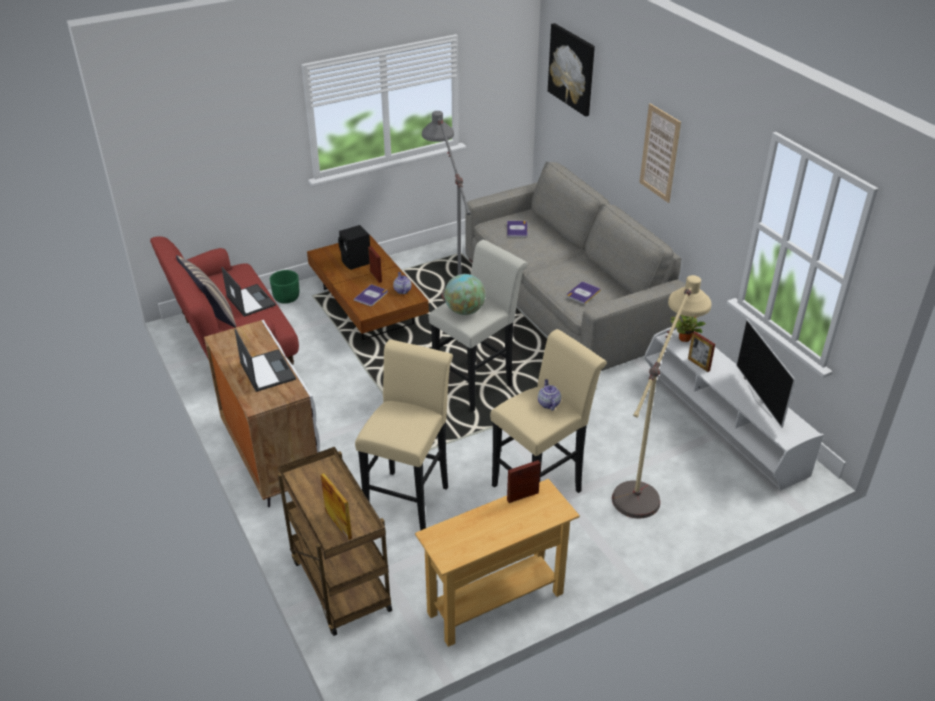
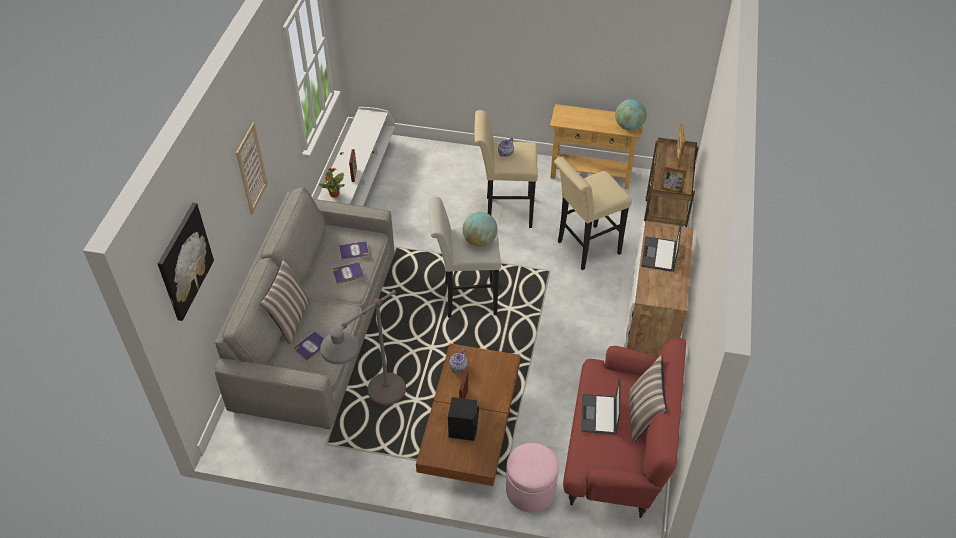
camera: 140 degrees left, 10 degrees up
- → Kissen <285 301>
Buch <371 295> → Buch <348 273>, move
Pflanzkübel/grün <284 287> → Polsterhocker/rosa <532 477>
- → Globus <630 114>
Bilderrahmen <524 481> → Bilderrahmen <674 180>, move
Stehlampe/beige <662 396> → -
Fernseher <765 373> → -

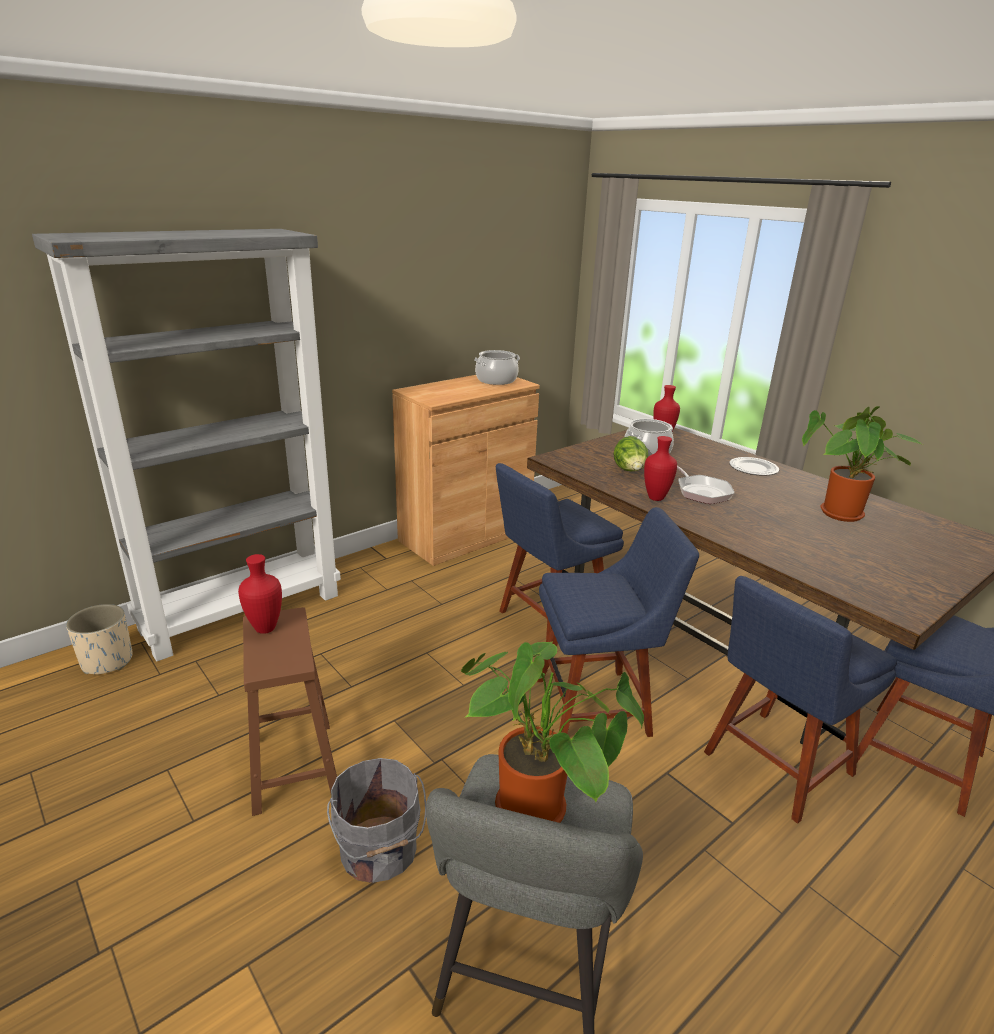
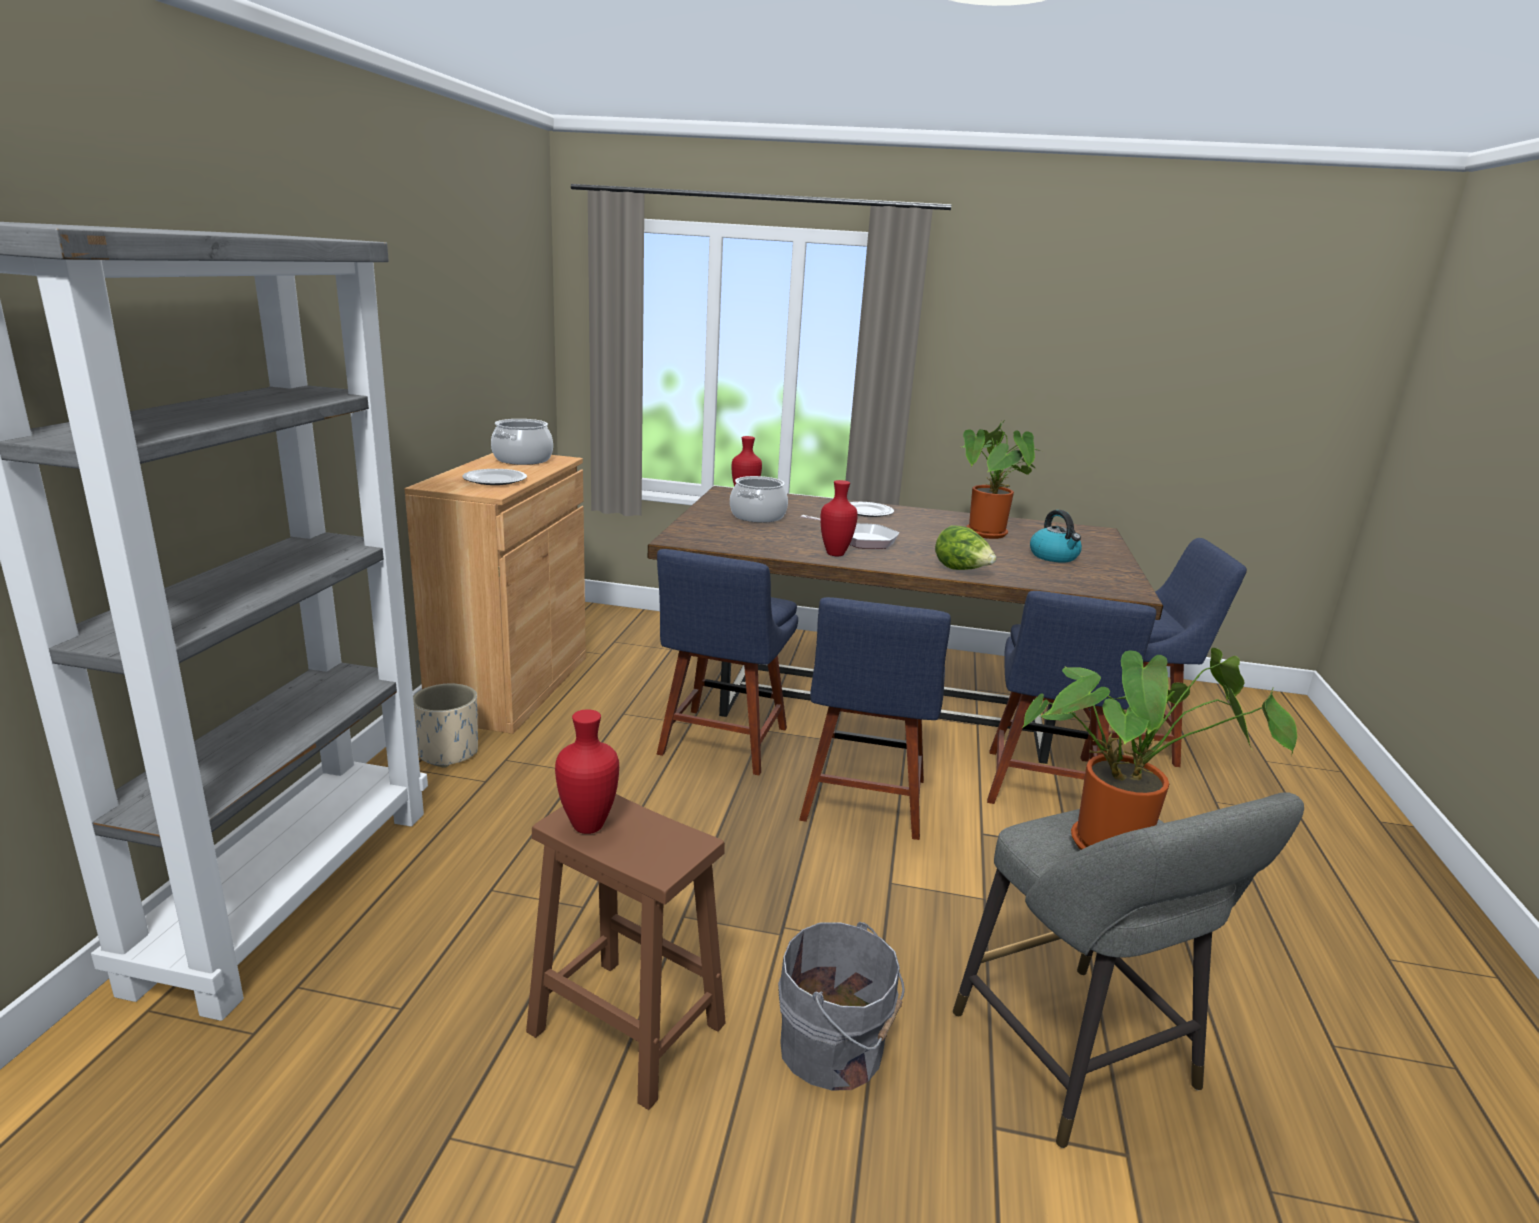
camera: 40 degrees left, 5 degrees down
Pflanzkübel/beige <99 639> → Pflanzkübel/beige <445 726>, move
- → Teller <494 477>
Stuhl/blau <618 622> → Stuhl/blau <875 718>, 150 degrees clockwise
Salatkopf <630 454> → Salatkopf <965 547>, move
- → Wasserkessel <1056 536>

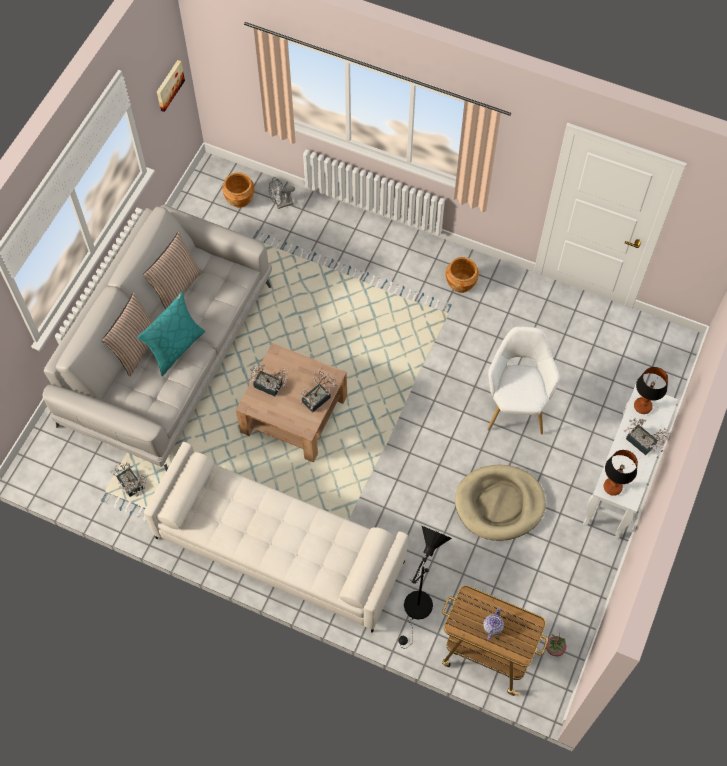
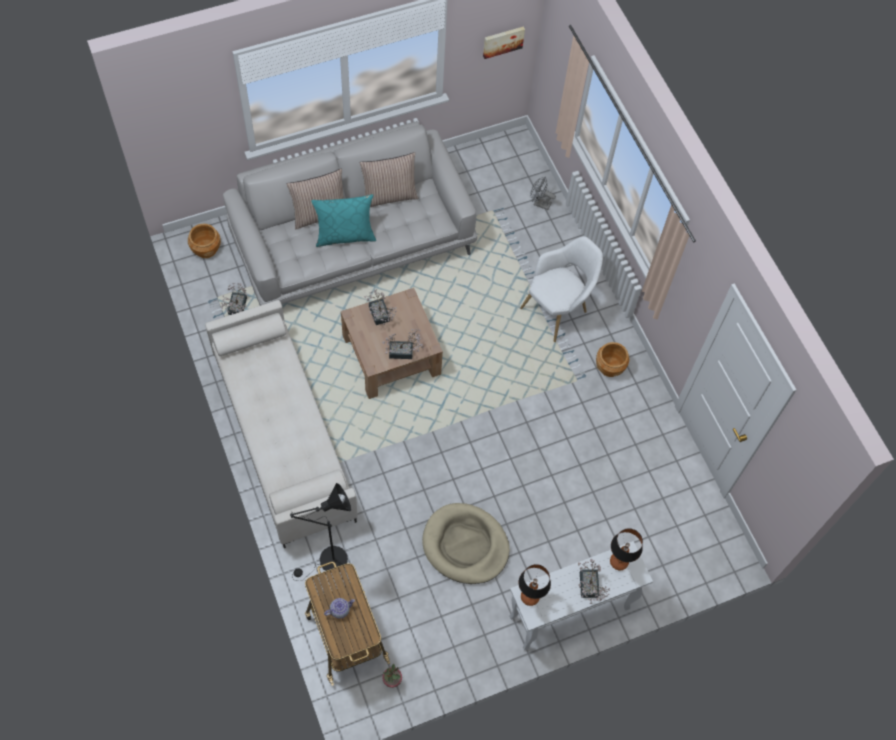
camera: 40 degrees right, 0 degrees up
Pflanzkübel/braun <238 190> → Pflanzkübel/braun <204 241>, move
Sessel/weiß <523 380> → Sessel/weiß <561 289>, move

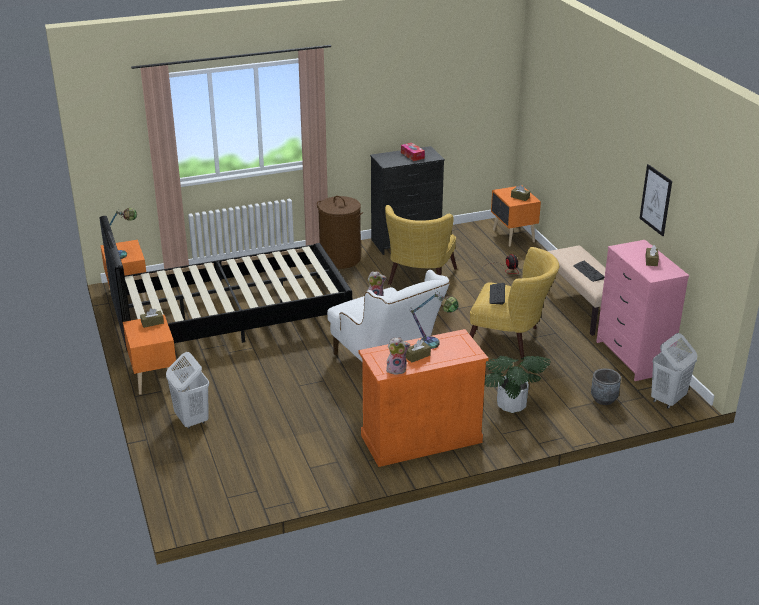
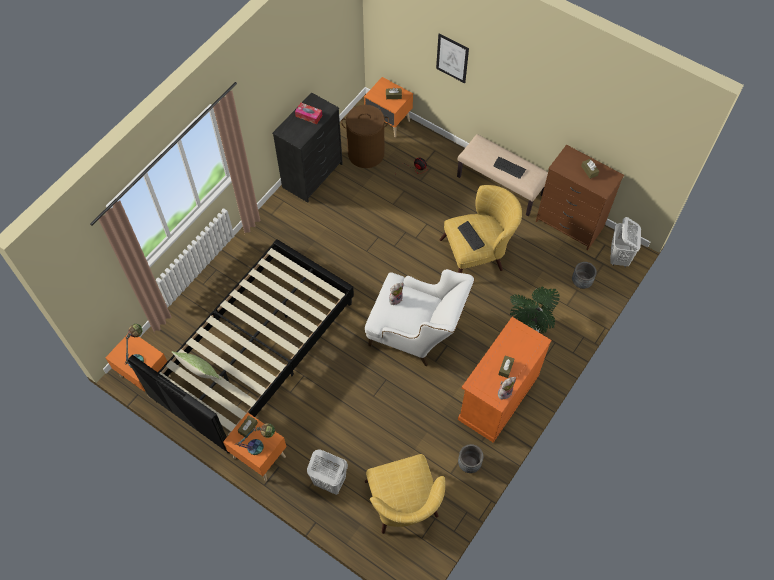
camera: 35 degrees left, 30 degrees up
- → Kissen <197 365>
Tischlampe <434 320> → Tischlampe <255 439>, move
Wäschekorb/braun <340 232> → Wäschekorb/braun <365 136>, move
Sessel/gelb <421 245> → Sessel/gelb <405 494>, move
Bild <656 200> → Bild <452 58>, move
- → Pflanzkübel/grau <470 458>
Kommode/rosa <642 310> → Kommode/braun <580 198>

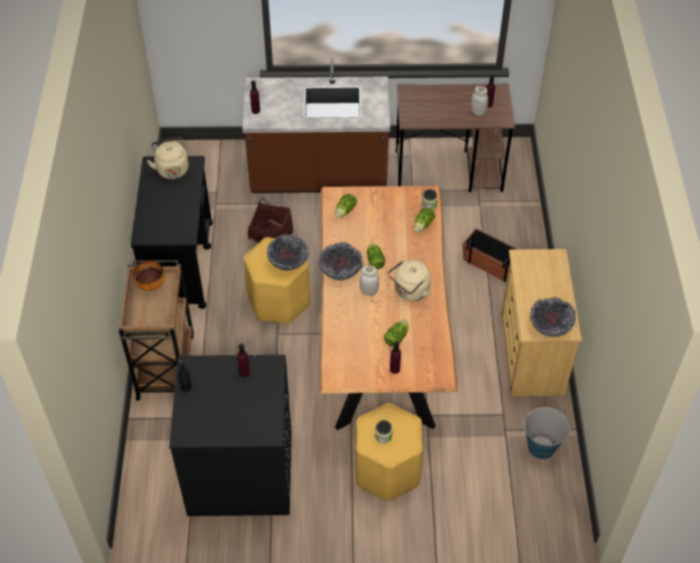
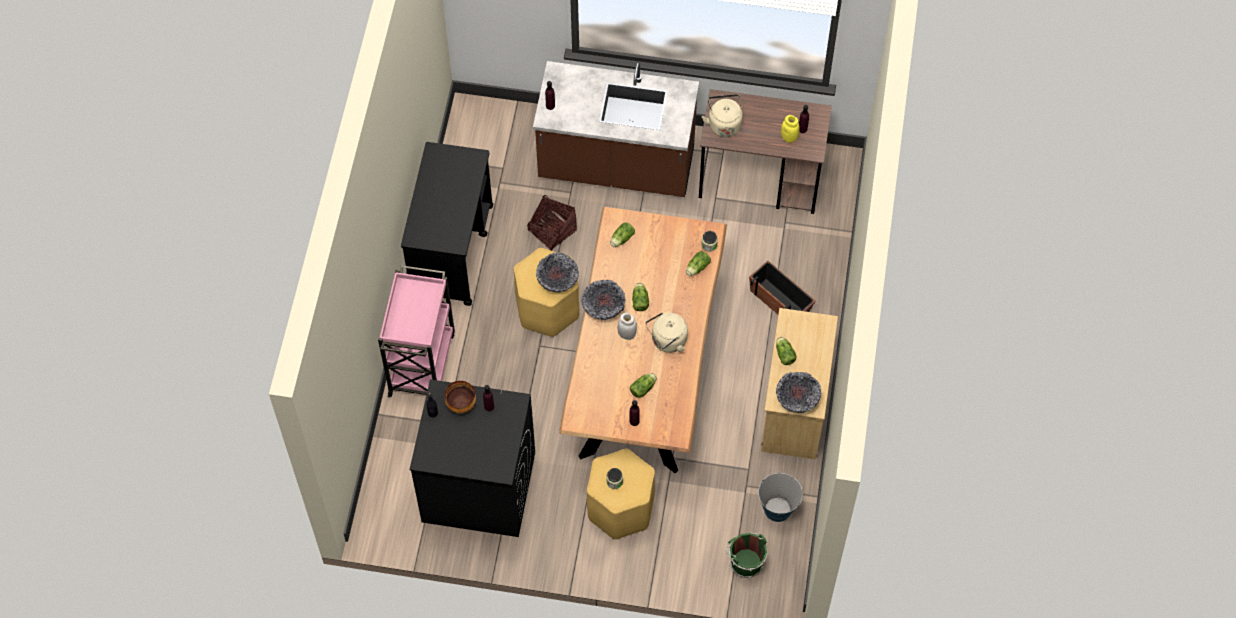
camera: 10 degrees right, 10 degrees up
Rollwagen/braun <156 330> → Rollwagen/rosa <416 331>
Schüssel <149 275> → Schüssel <460 397>, move
Wasserkessel/beige <168 158> → Wasserkessel/beige <722 115>, move
- → Eimer/grün <746 556>
- → Salatkopf <786 351>
Vorratsglas/weiß <479 101> → Vorratsglas/gelb <790 129>

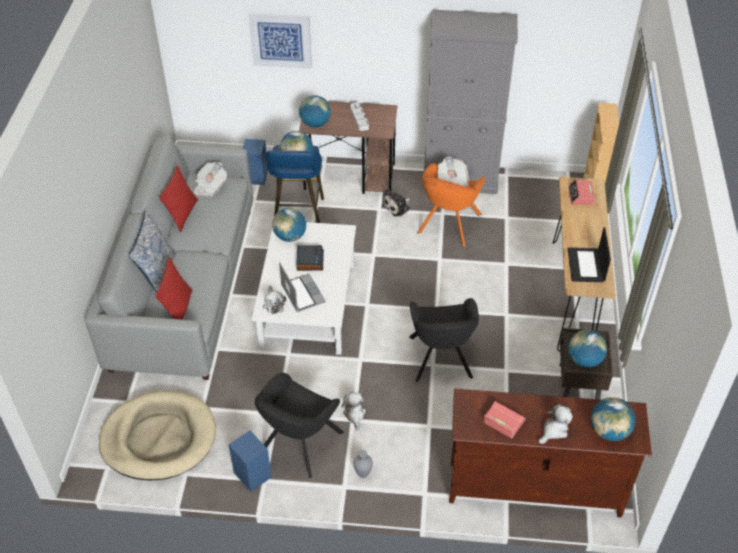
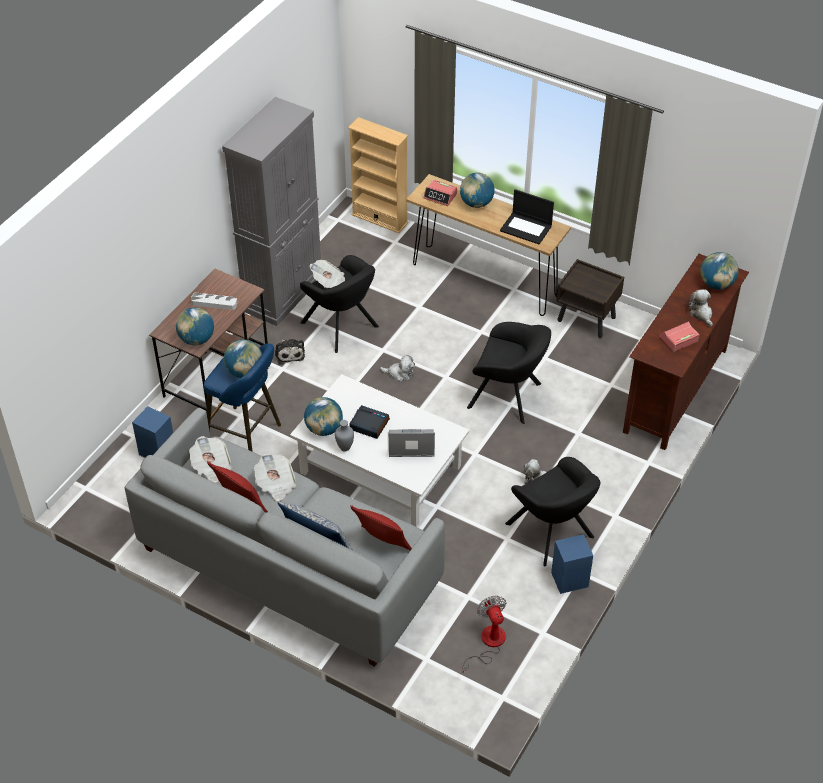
camera: 65 degrees left, 0 degrees up
- → Zeitung <275 477>
Sessel/orange <451 205> → Sessel/schwarz <339 304>
Vase/grau <363 464> → Vase/grau <344 435>, move
Plüschtier <274 300> → Plüschtier <397 368>, move
Globus <587 349> → Globus <477 190>, move
Hundebett/beige <157 435> → Ventilator <484 634>
Bild <280 41> → -

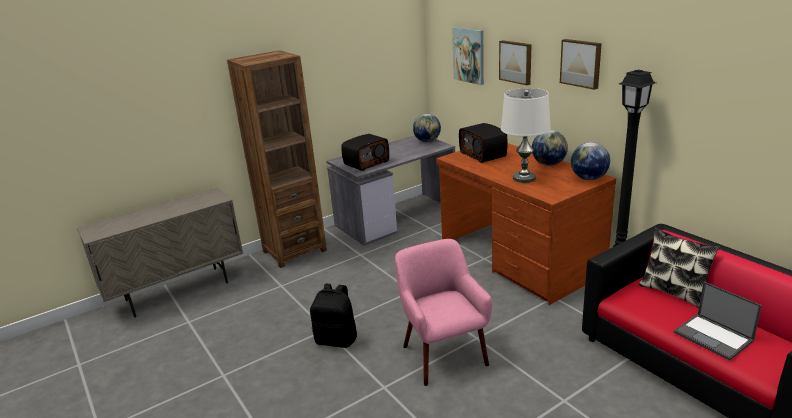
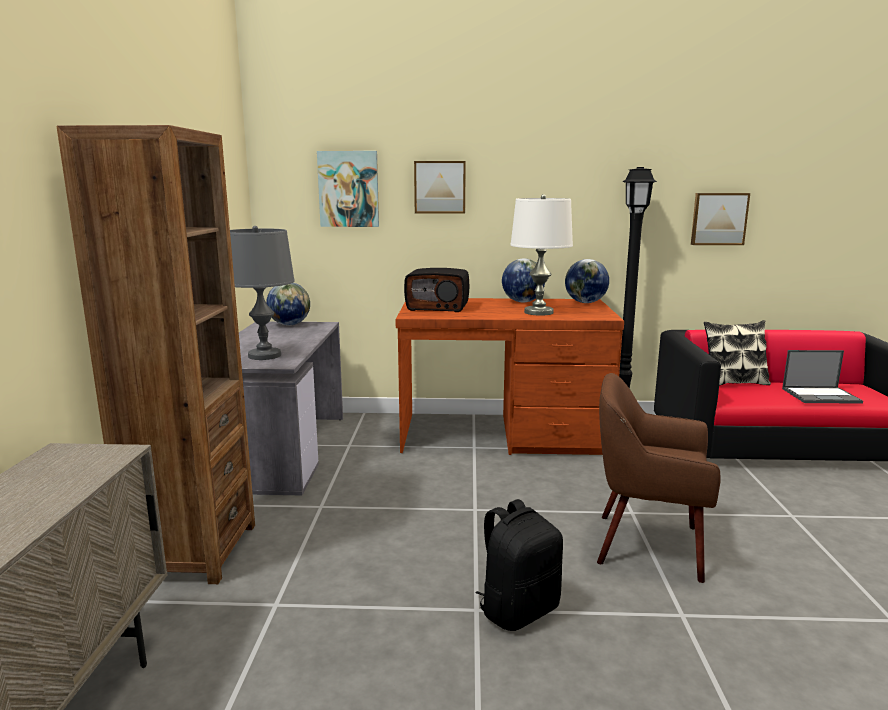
camera: 55 degrees left, 10 degrees down
Radio <365 152> → Tischlampe/grau <262 293>
Sessel/rosa <443 312> → Sessel/braun <659 478>
Bild <581 64> → Bild <720 219>, move

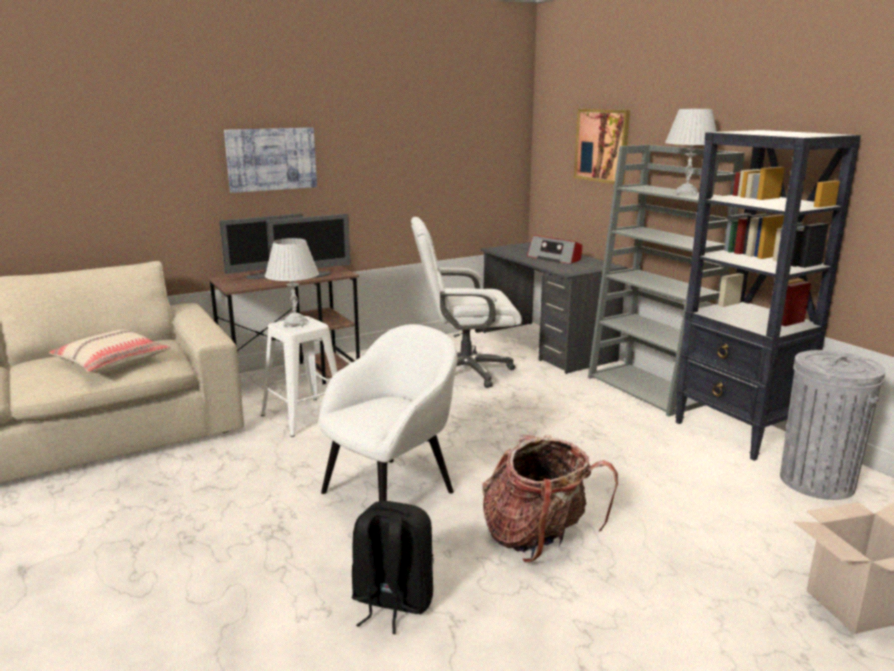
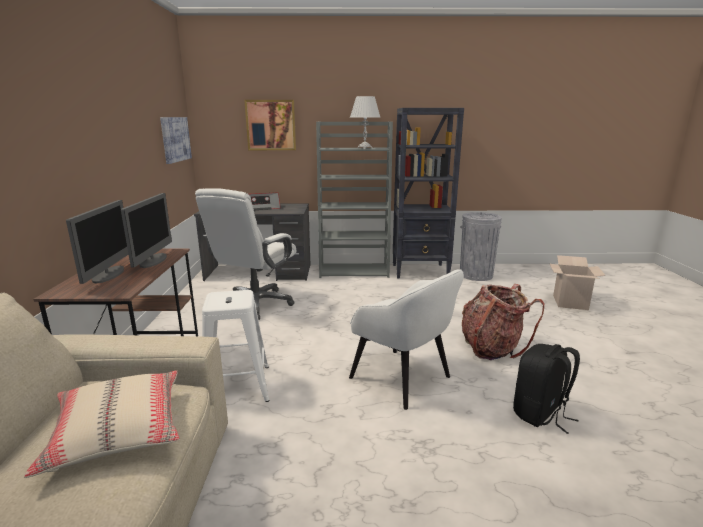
camera: 60 degrees left, 0 degrees up
Bild <270 160> → Bild <176 140>, move
Sessel/weiß <387 412> → Sessel/weiß <406 339>, 150 degrees clockwise
Tischlampe/weiß <292 282> → -

